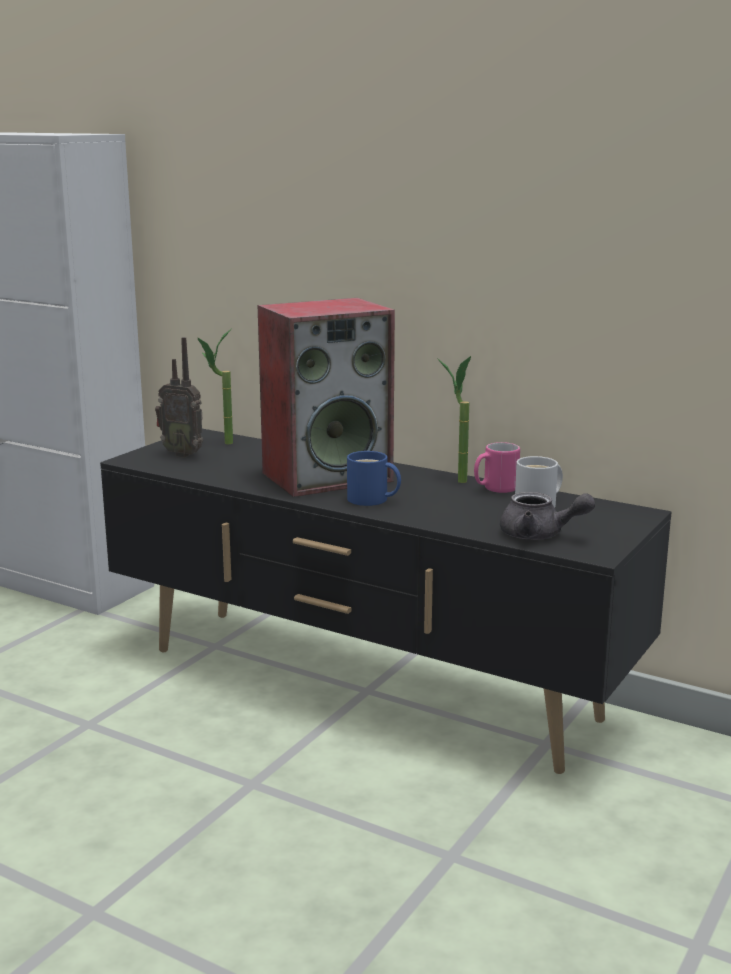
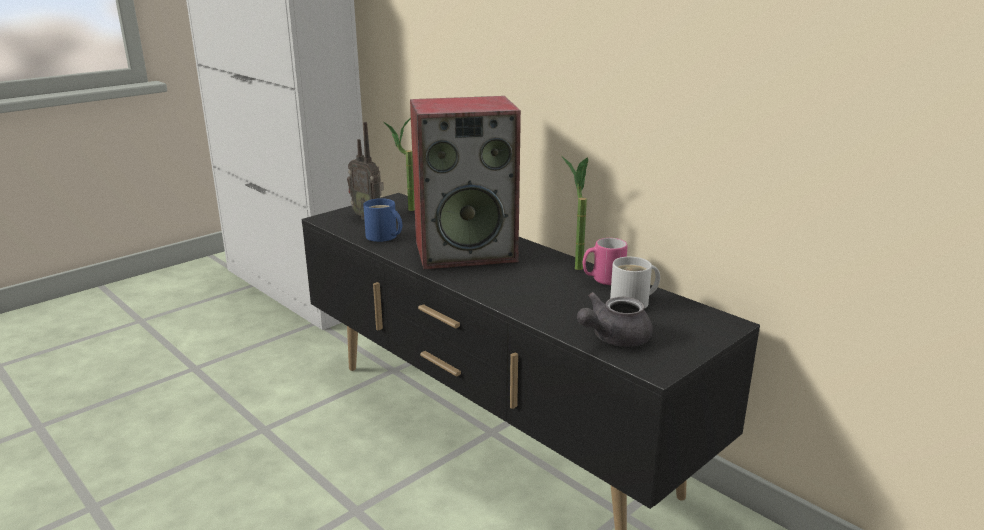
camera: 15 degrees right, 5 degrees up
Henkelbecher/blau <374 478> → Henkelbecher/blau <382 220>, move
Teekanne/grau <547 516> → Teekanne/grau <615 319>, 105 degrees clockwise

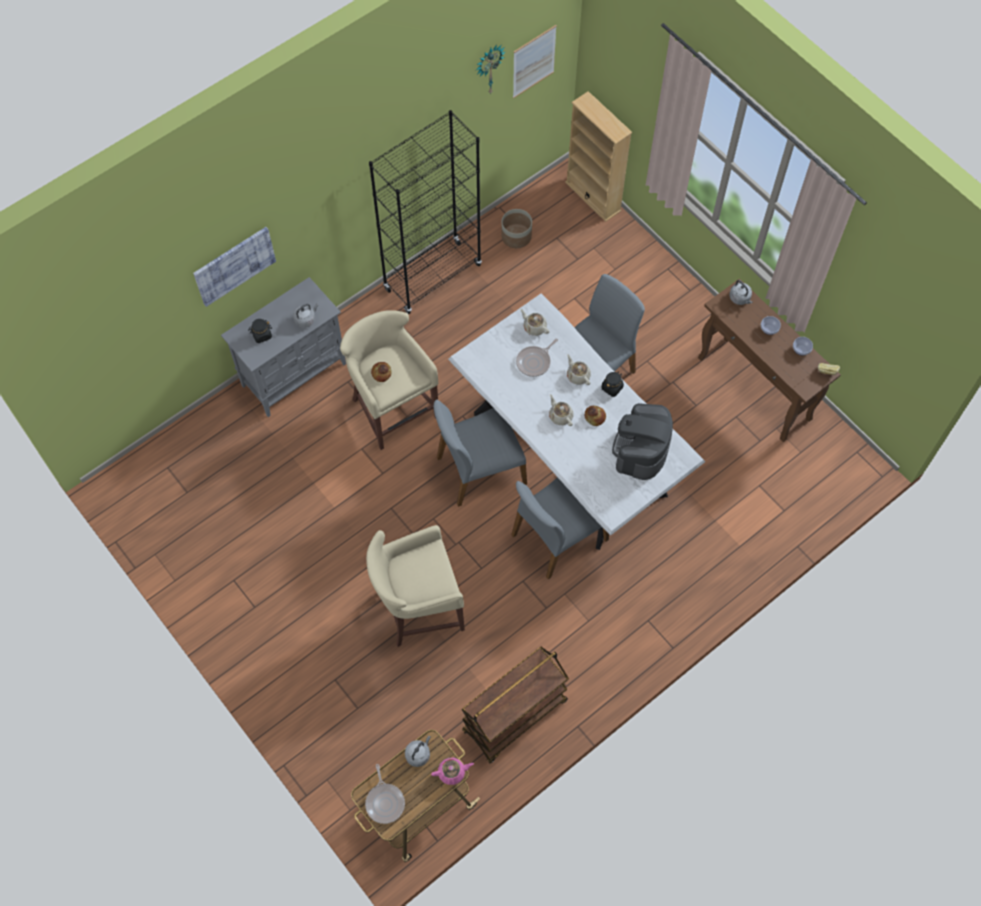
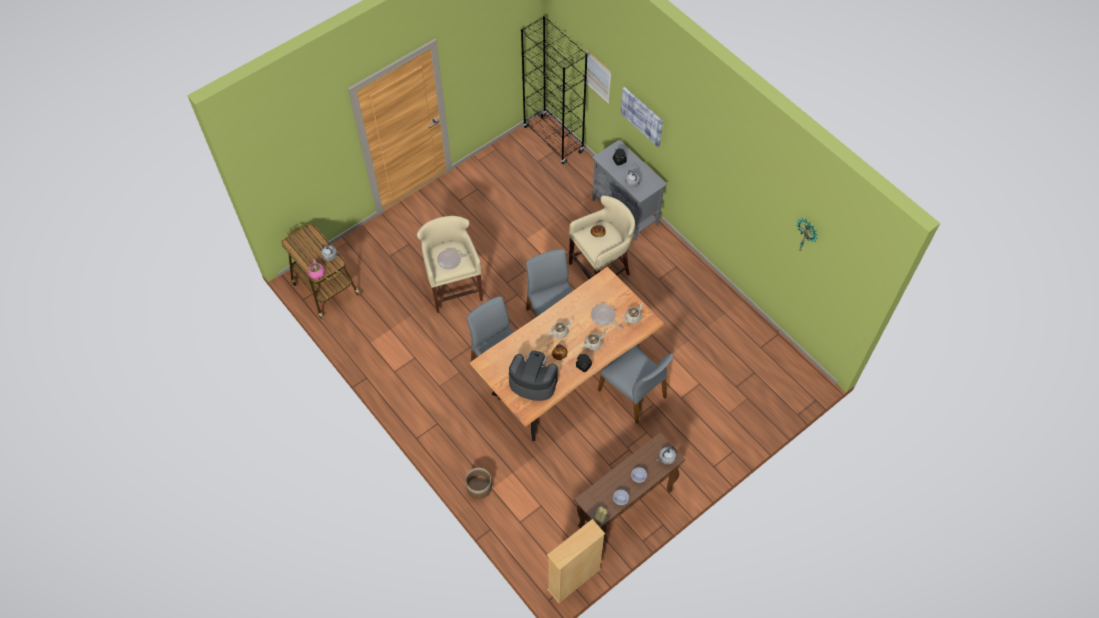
camera: 90 degrees right, 5 degrees down
Pfanne <385 794> → Pfanne <454 259>, move
Pflanzkübel <516 228> → Pflanzkübel <479 483>, move
Esstisch/weiß <577 422> → Esstisch/braun <567 354>
Bücherregal/schwarz <425 212> → Bücherregal/schwarz <554 90>, move
Bücherregal/beige <598 156> → Bücherregal/beige <576 561>, move
Bild <535 62> → Bild <598 77>, move
Rollwagen/braun <515 705> → -

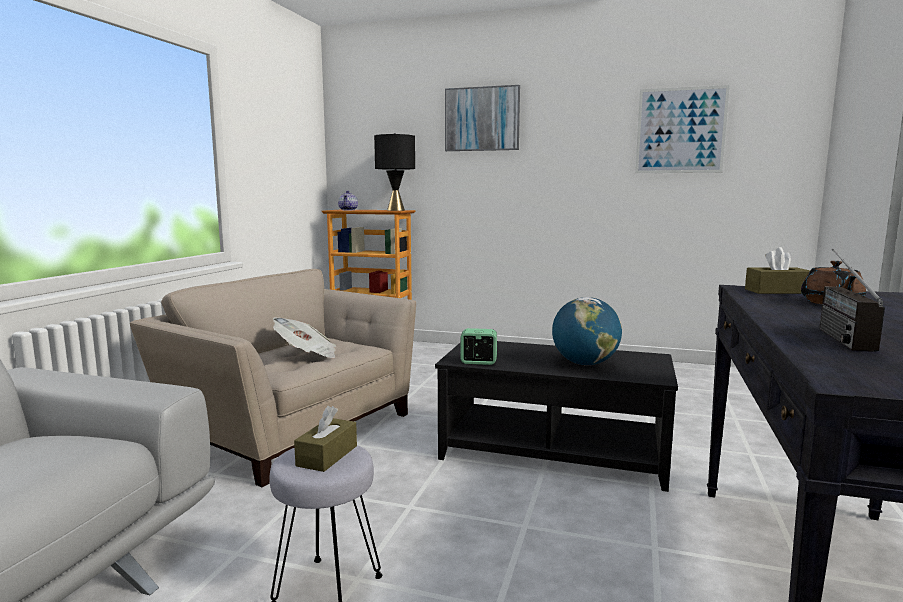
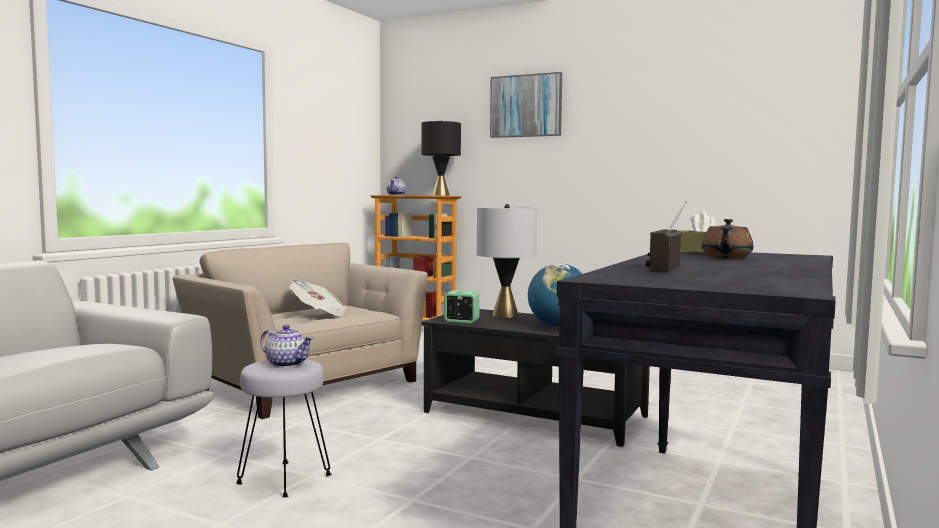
camera: 10 degrees right, 5 degrees down
Taschentuchbox/braun <325 439> → Teekanne <286 346>
- → Tischlampe/grau <507 261>
Bild <682 129> → -

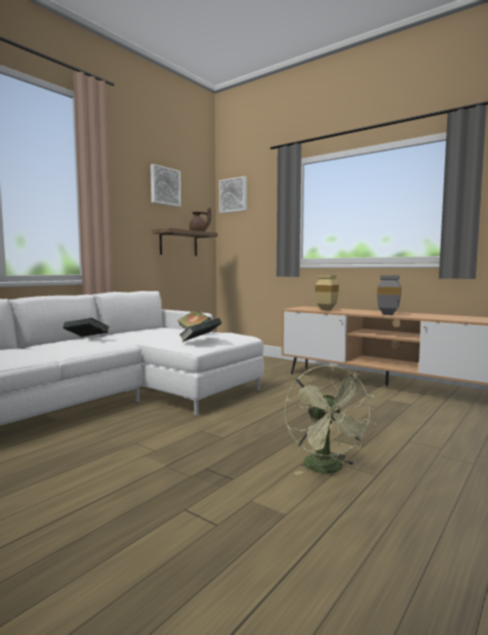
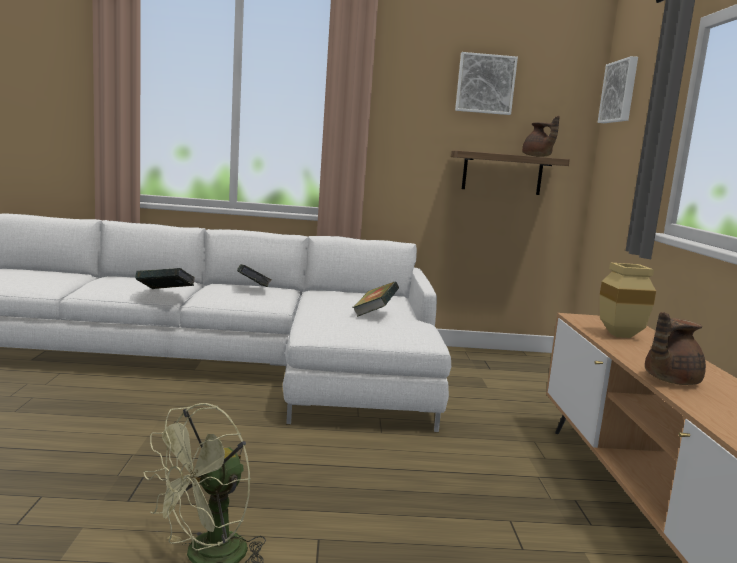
camera: 50 degrees right, 5 degrees up
Buch <201 330> → Buch <165 278>, move
Vase/grau <389 295> → Teekanne/braun <675 348>

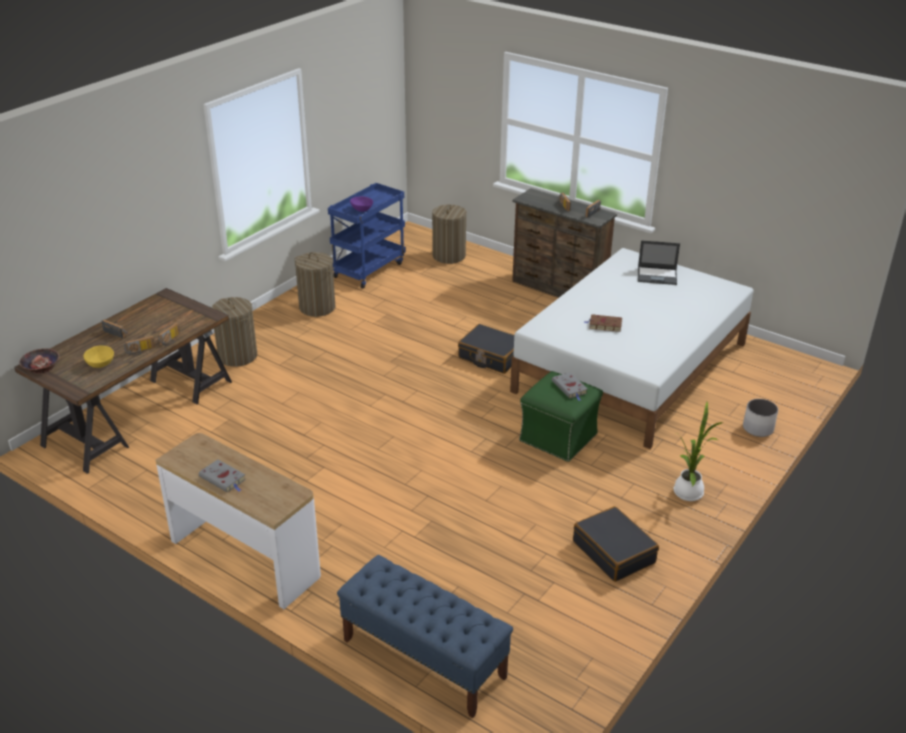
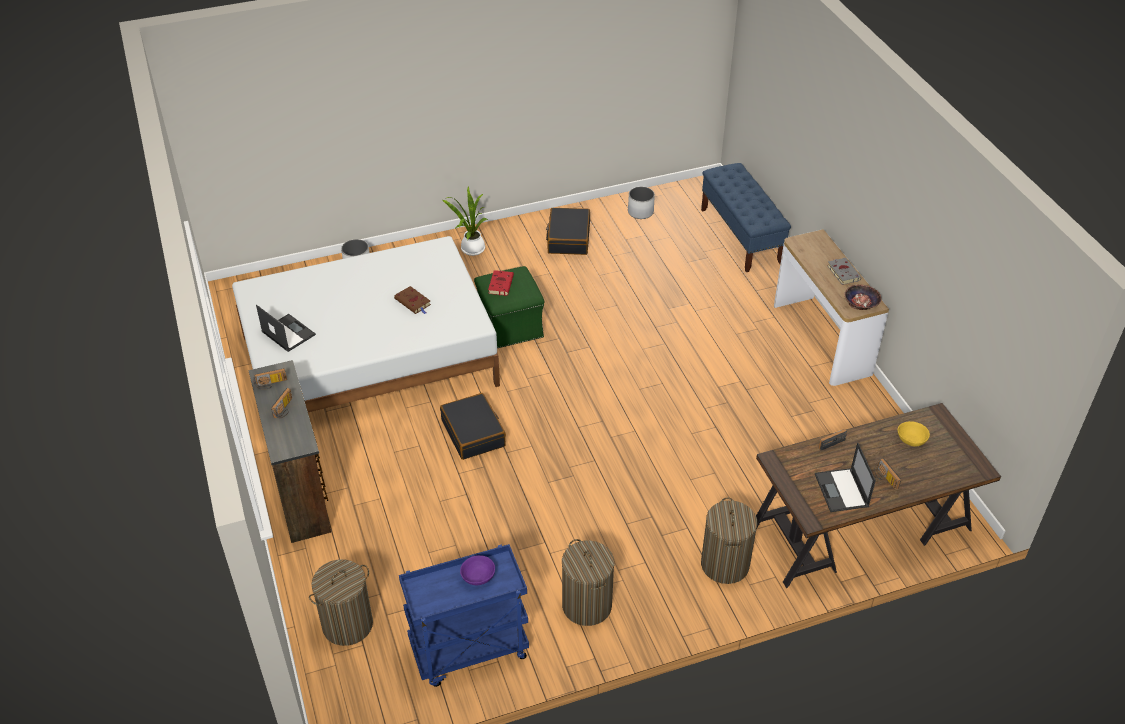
camera: 145 degrees left, 10 degrees up
Buch/grau <569 386> → Buch/rot <501 283>
- → Pflanzkübel/weiß <641 203>
- → Laptop <845 477>
Schüssel <39 360> → Schüssel <863 297>, move
Radio <140 346> → -

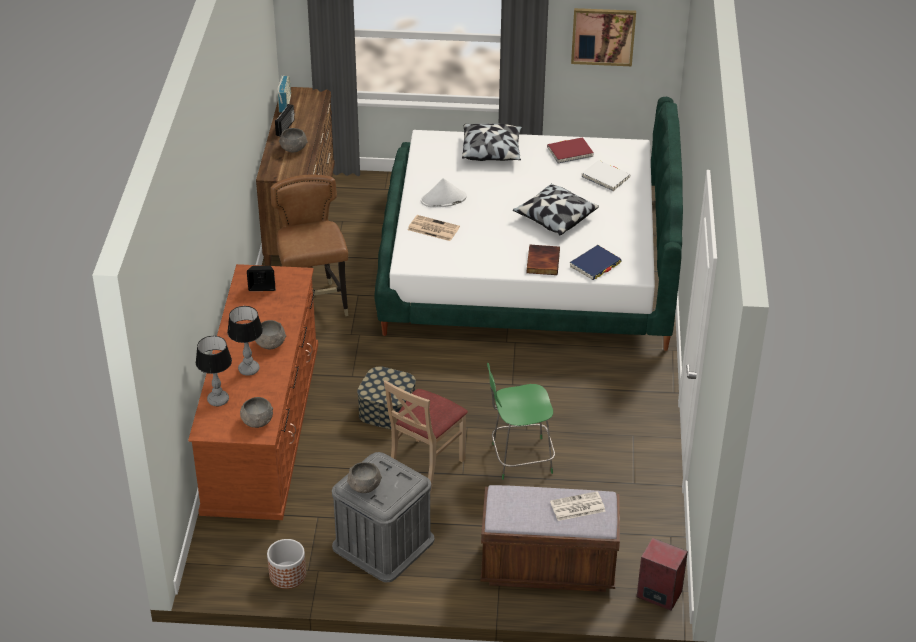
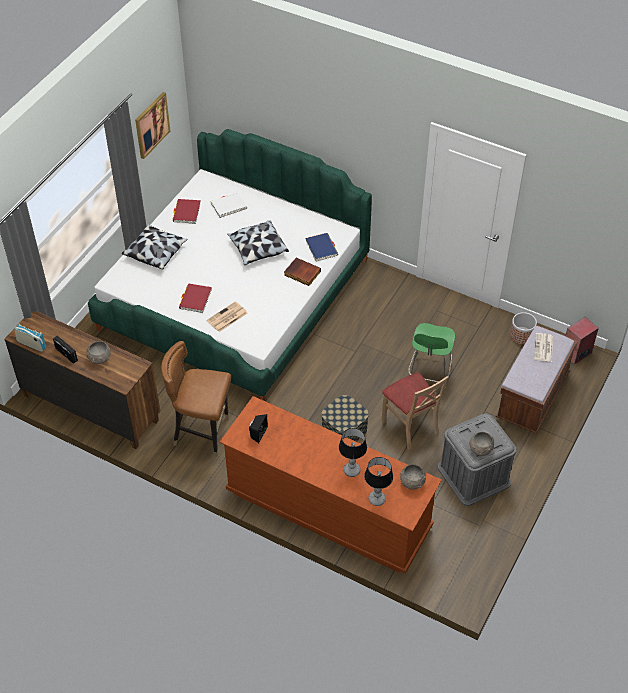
camera: 65 degrees left, 10 degrees up
Hut/weiß <444 192> → Buch/rot <195 298>
Pflanzkübel <286 564> → Pflanzkübel <523 328>, move
Schüssel/grau <270 334> → -

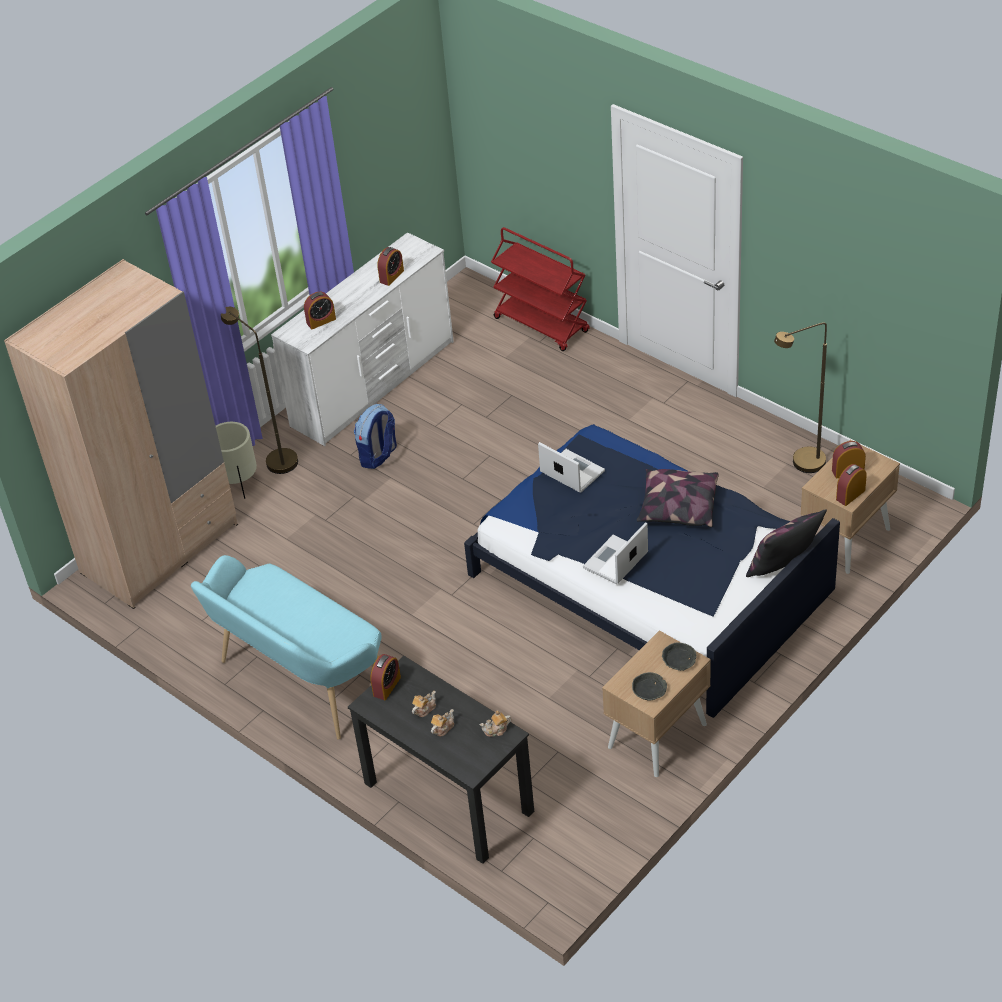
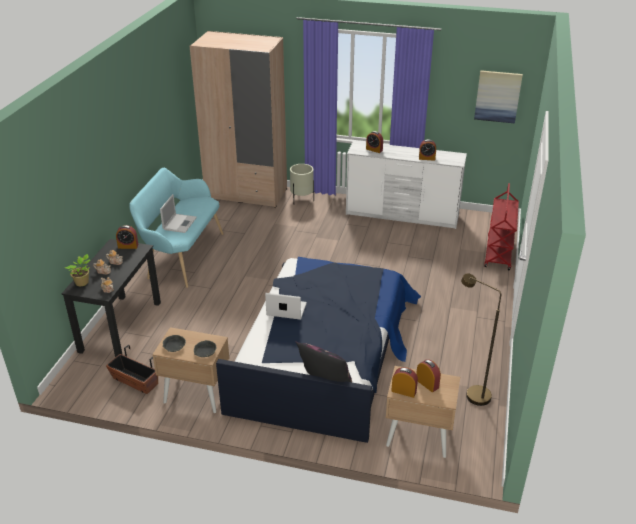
camera: 60 degrees right, 10 degrees down
- → Topfpflanze <77 270>
- → Pflanzkübel <132 369>
Laptop <571 467> → Laptop <178 213>, move
- → Bild <498 96>
Stehlampe/braun <259 390> → -
Rucksack <375 436> → -
Kissen <678 498> → -

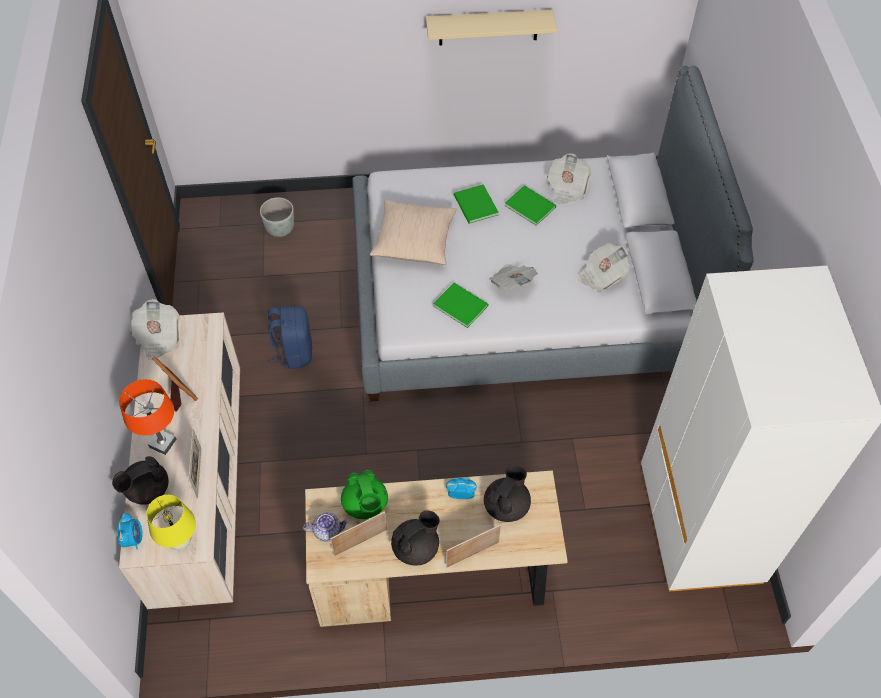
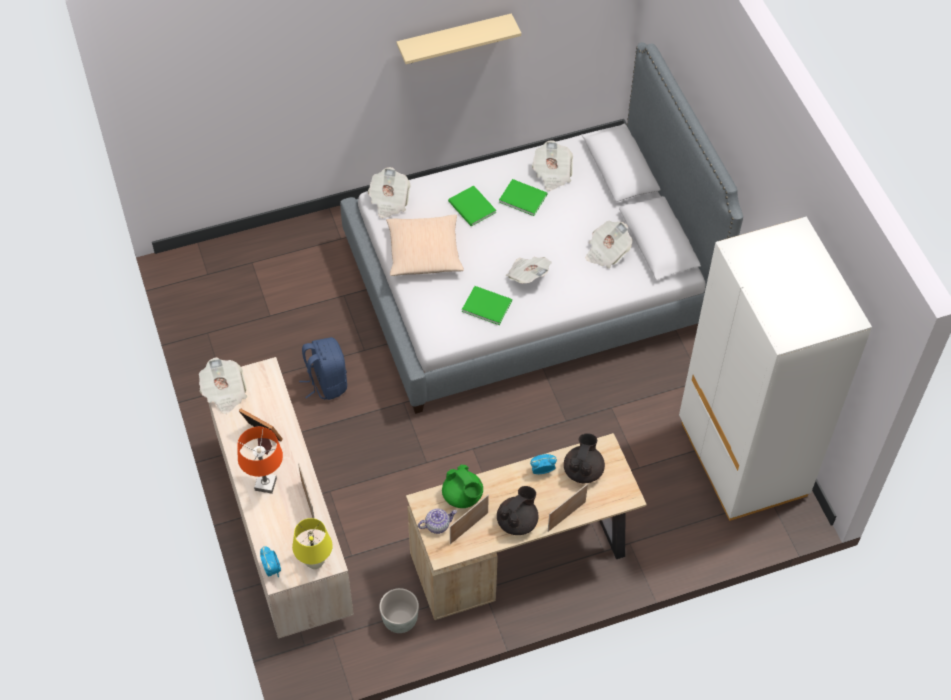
camera: 15 degrees left, 0 degrees up
- → Zeitung <389 192>
Pflanzkübel/grau <277 217> → Pflanzkübel/grau <399 610>, move
Teekanne/schwarz <140 480> → -

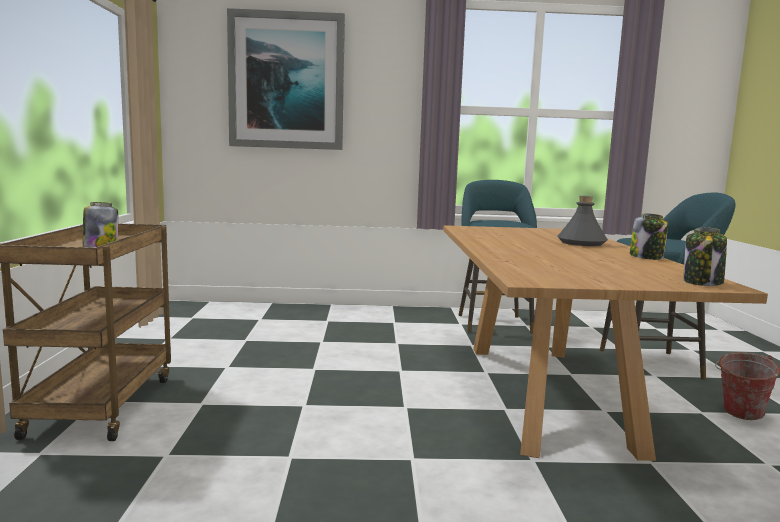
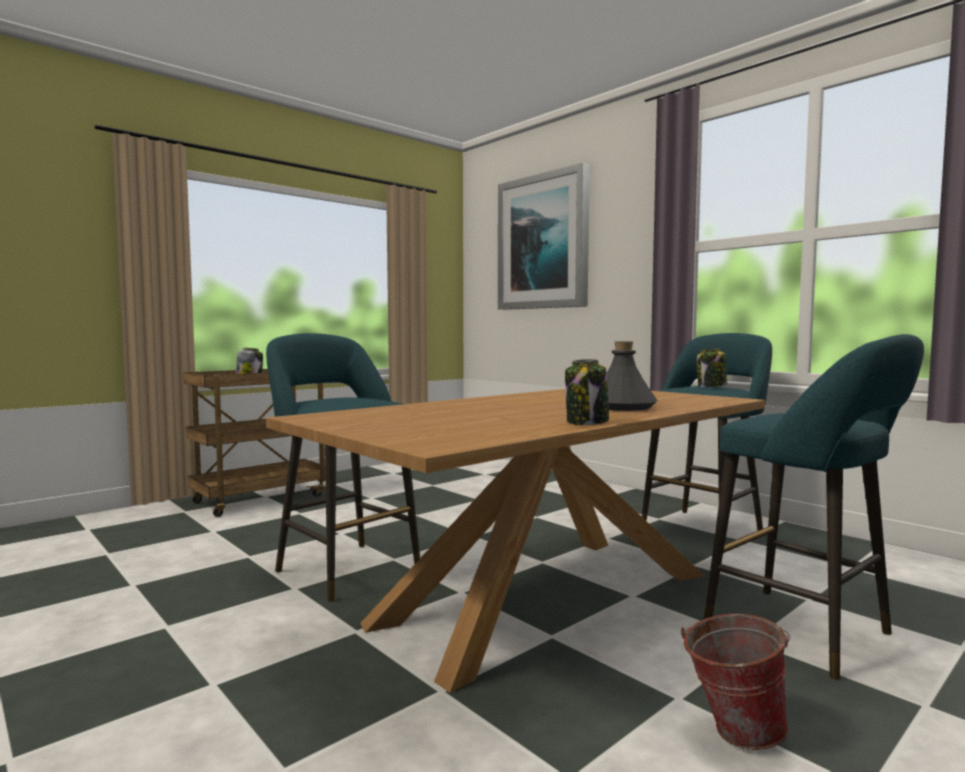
camera: 50 degrees right, 5 degrees down
- → Hocker/türkis <343 467>
Vorratsglas <705 257> → Vorratsglas <712 368>, move

